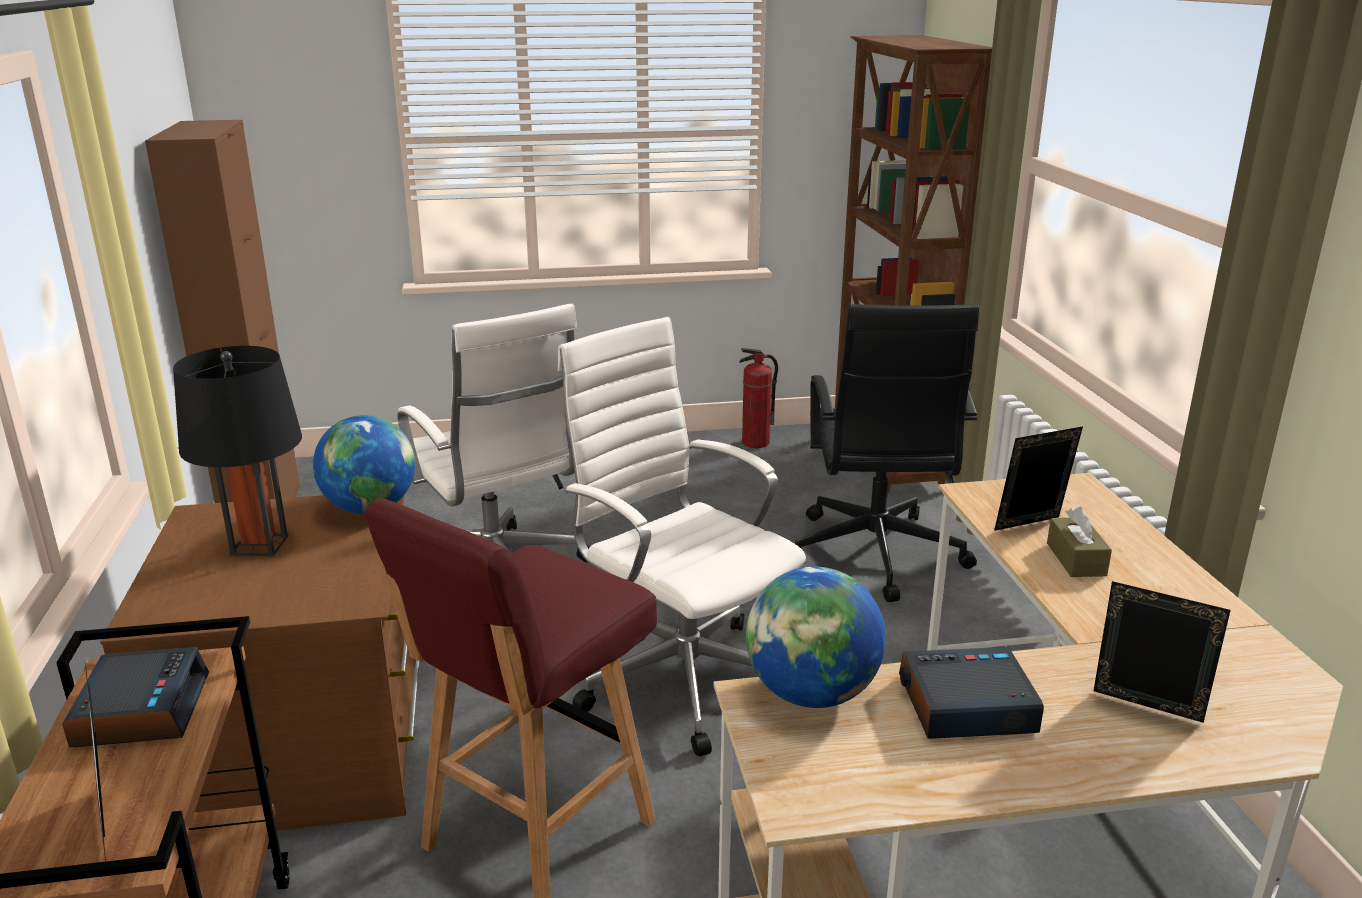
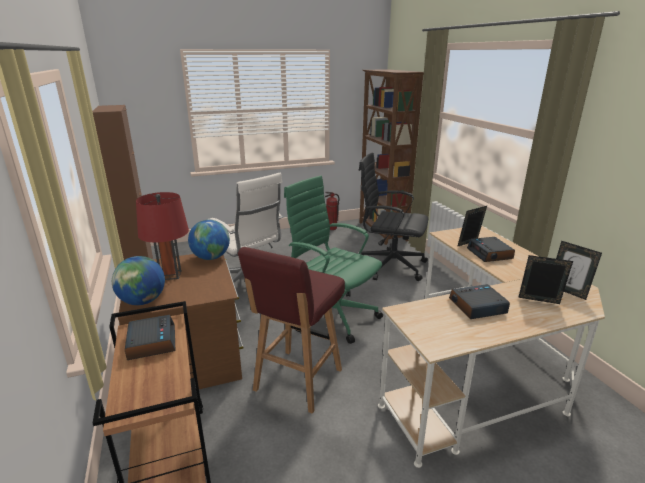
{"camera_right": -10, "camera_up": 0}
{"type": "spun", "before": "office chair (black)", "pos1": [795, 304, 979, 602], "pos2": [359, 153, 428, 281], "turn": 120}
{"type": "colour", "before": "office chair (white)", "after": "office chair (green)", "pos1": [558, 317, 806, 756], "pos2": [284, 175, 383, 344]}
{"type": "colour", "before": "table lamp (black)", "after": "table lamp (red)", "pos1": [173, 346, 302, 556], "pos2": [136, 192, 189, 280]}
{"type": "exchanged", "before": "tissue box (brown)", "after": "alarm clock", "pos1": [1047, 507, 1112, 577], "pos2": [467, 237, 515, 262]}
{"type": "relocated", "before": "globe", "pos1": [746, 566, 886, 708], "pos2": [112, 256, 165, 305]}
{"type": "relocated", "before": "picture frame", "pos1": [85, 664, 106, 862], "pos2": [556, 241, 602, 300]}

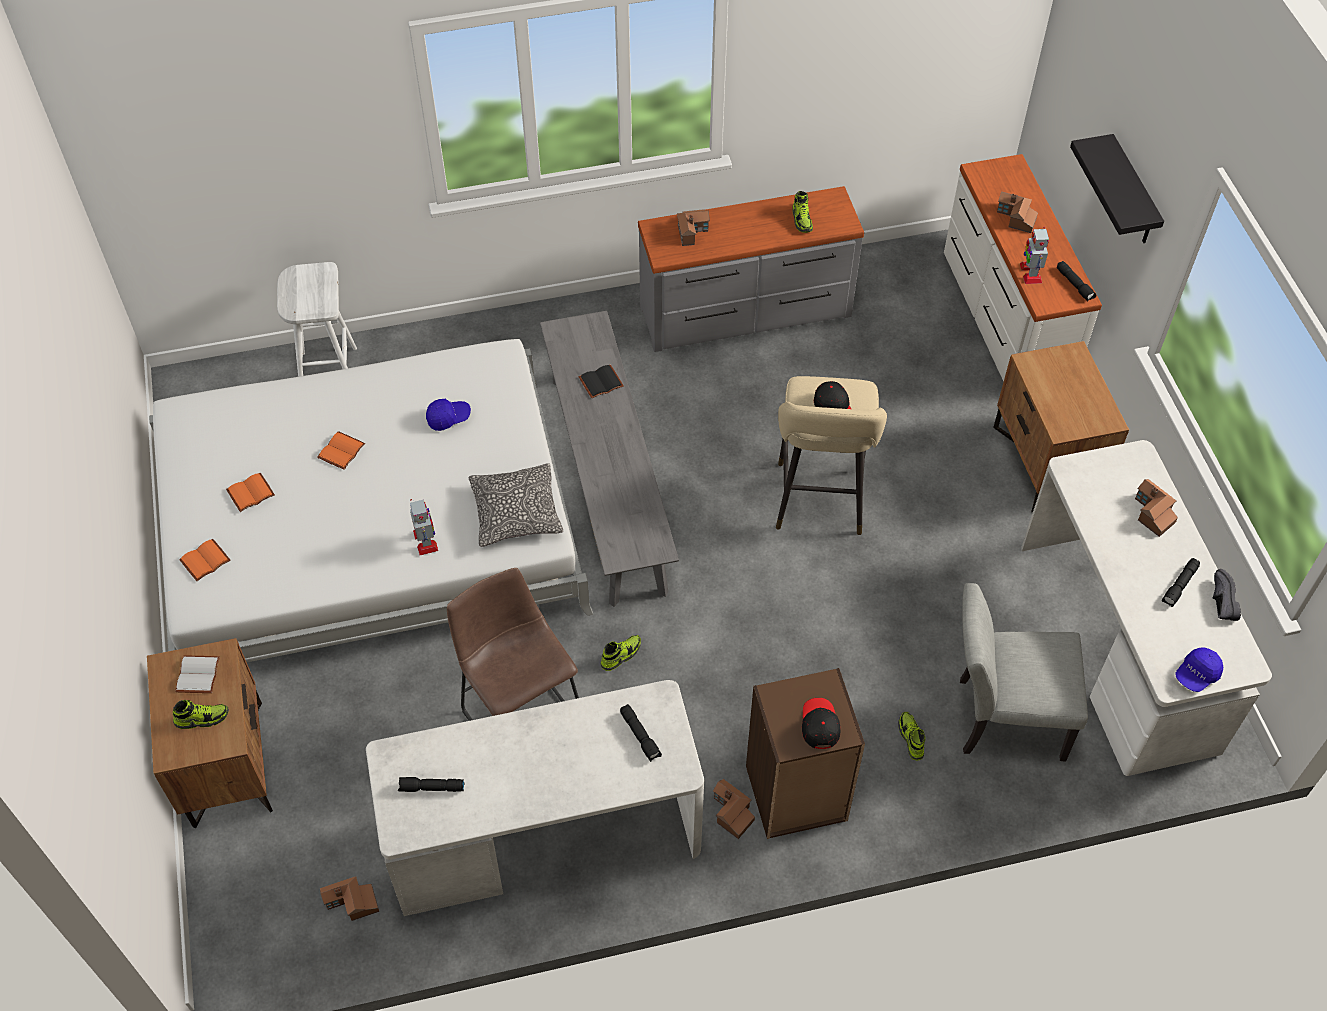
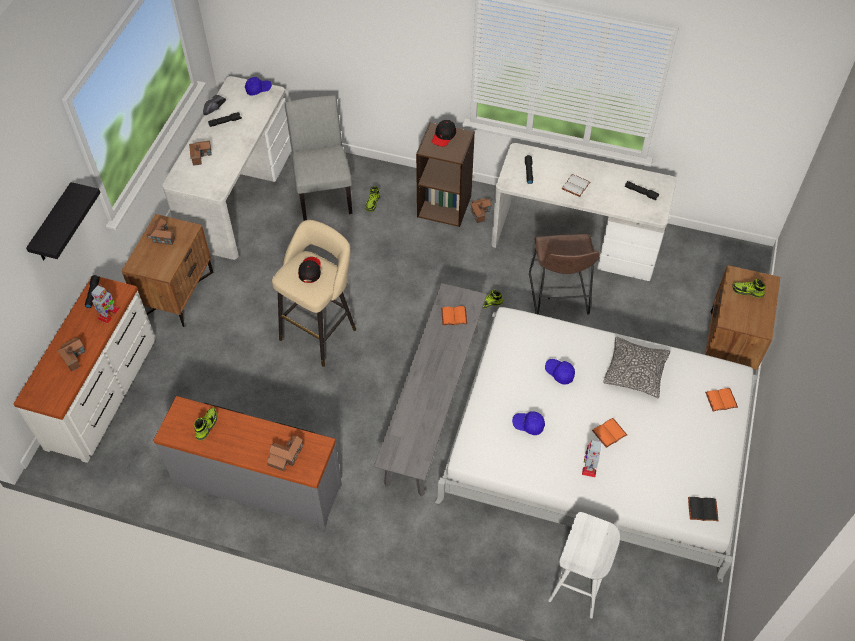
{"camera_right": -150, "camera_up": 0}
{"type": "relocated", "before": "book (black)", "pos1": [579, 365, 624, 399], "pos2": [688, 497, 718, 521]}
{"type": "relocated", "before": "pillow", "pos1": [469, 463, 563, 547], "pos2": [603, 337, 670, 398]}
{"type": "relocated", "before": "book (orange)", "pos1": [226, 473, 275, 512], "pos2": [441, 306, 467, 325]}
{"type": "relocated", "before": "toy robot", "pos1": [410, 499, 438, 555], "pos2": [582, 440, 601, 477]}
{"type": "spun", "before": "chair (grey)", "pos1": [960, 583, 1088, 762], "pos2": [285, 95, 352, 221], "turn": -135}
{"type": "relocated", "before": "book (white)", "pos1": [175, 656, 220, 693], "pos2": [562, 174, 590, 197]}
{"type": "relocated", "before": "toy house", "pos1": [320, 876, 379, 921], "pos2": [146, 218, 175, 245]}
{"type": "appeared", "after": "cap (blue)", "pos2": [545, 359, 575, 385]}

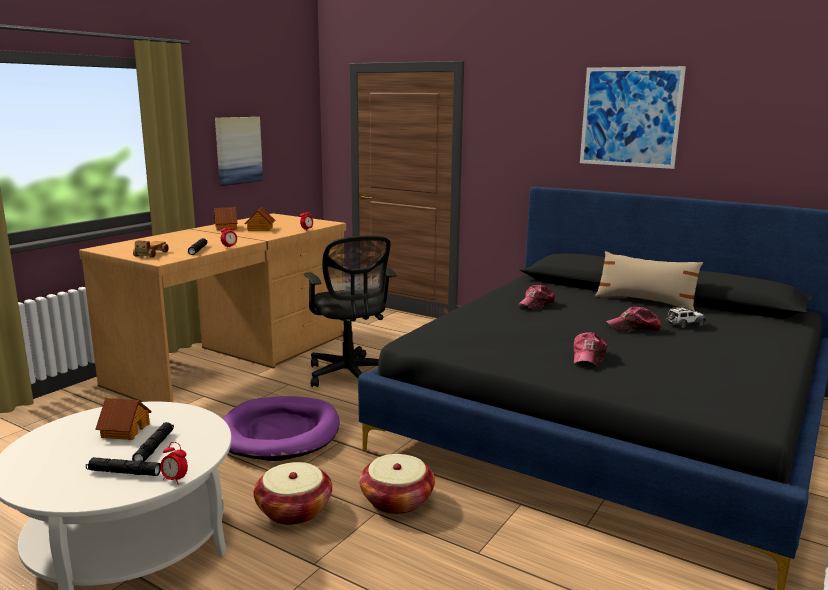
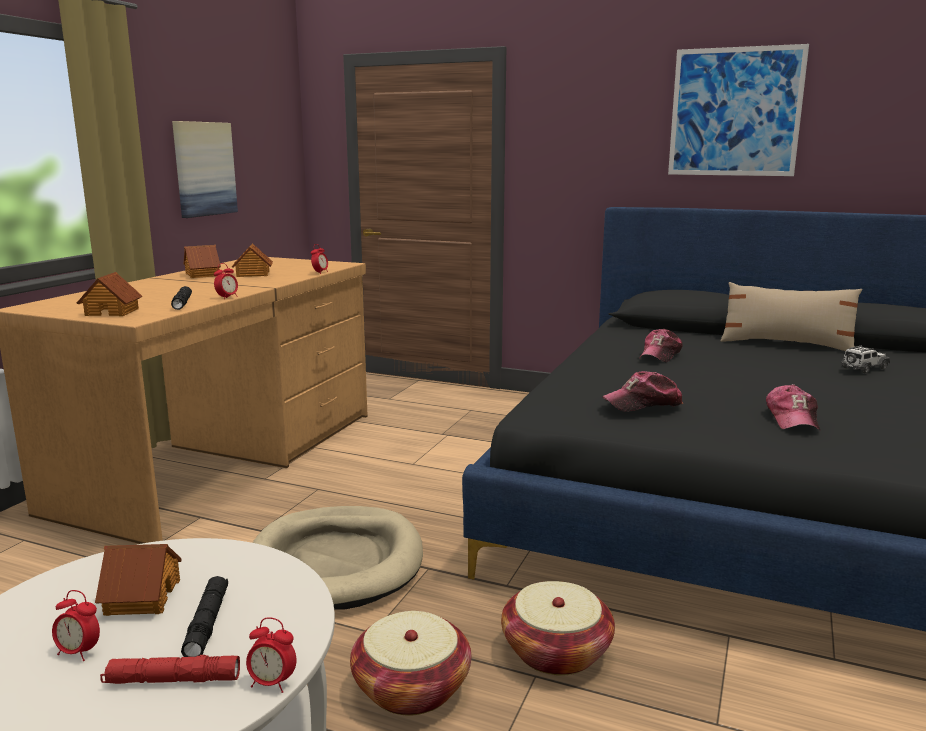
{"camera_right": -10, "camera_up": 0}
{"type": "missing", "before": "office chair (black)", "pos1": [304, 235, 396, 387]}
{"type": "exchanged", "before": "toy car", "after": "toy house", "pos1": [133, 240, 168, 258], "pos2": [77, 272, 142, 316]}
{"type": "relocated", "before": "cap", "pos1": [606, 307, 662, 332], "pos2": [602, 371, 684, 412]}
{"type": "colour", "before": "dog bed (purple)", "after": "dog bed (beige)", "pos1": [223, 396, 340, 461], "pos2": [253, 506, 423, 610]}
{"type": "colour", "before": "flashlight (black)", "after": "flashlight (red)", "pos1": [86, 457, 161, 476], "pos2": [100, 655, 240, 684]}
{"type": "appeared", "after": "alarm clock", "pos2": [52, 590, 100, 661]}

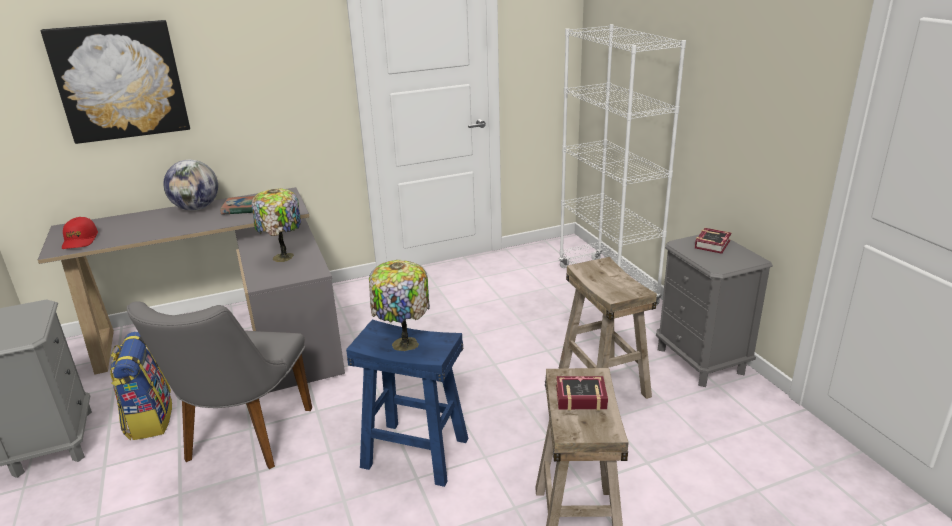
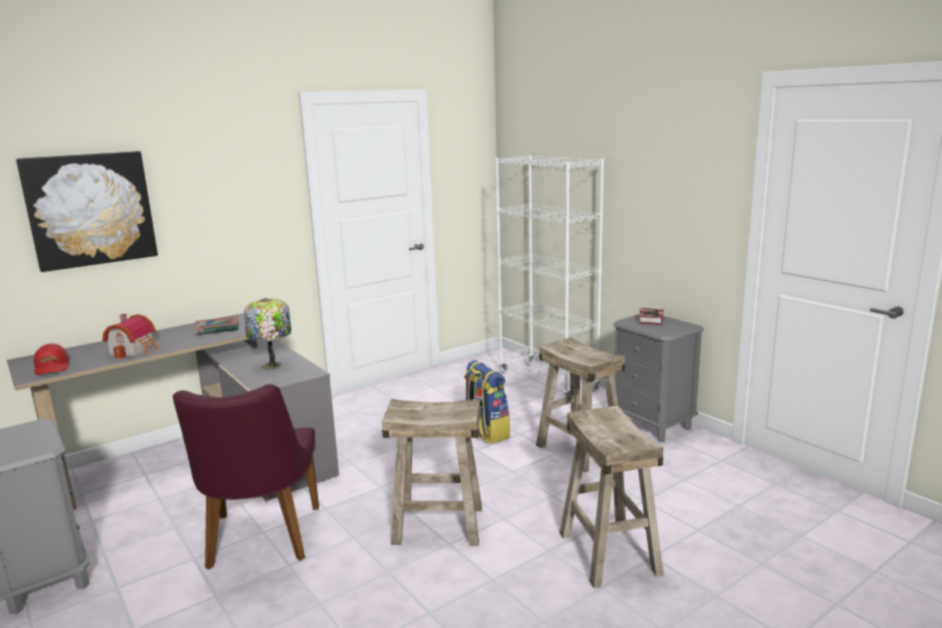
{"camera_right": -15, "camera_up": -10}
{"type": "missing", "before": "globe", "pos1": [163, 160, 218, 211]}
{"type": "missing", "before": "table lamp", "pos1": [369, 260, 430, 351]}
{"type": "colour", "before": "chair (grey)", "after": "chair (purple)", "pos1": [127, 301, 312, 469], "pos2": [173, 384, 319, 570]}
{"type": "colour", "before": "stool (blue)", "after": "stool (beige)", "pos1": [346, 320, 469, 487], "pos2": [382, 399, 482, 546]}
{"type": "relocated", "before": "backpack", "pos1": [110, 332, 172, 441], "pos2": [464, 360, 510, 444]}
{"type": "missing", "before": "book", "pos1": [556, 376, 608, 411]}
{"type": "appeared", "after": "toy house", "pos2": [102, 314, 158, 359]}

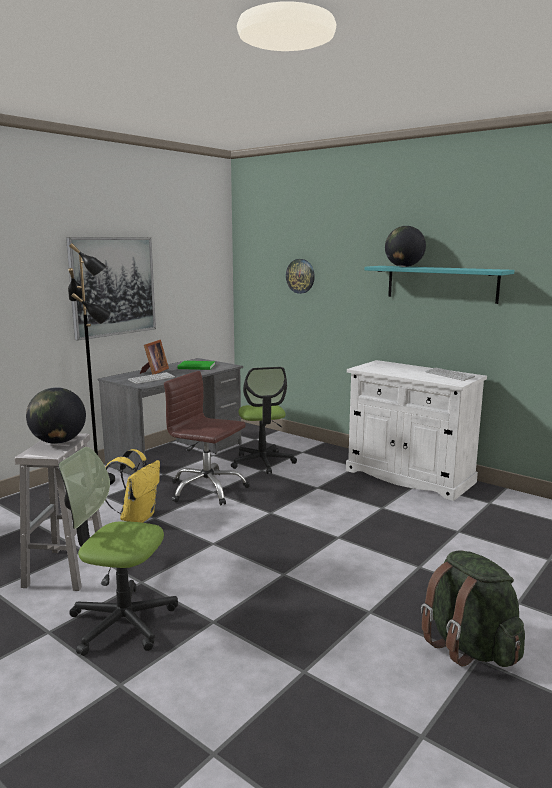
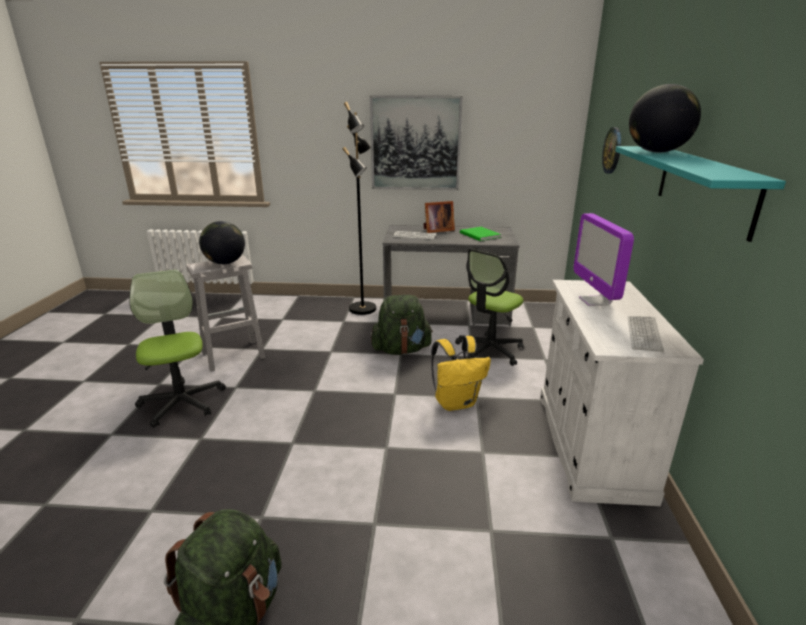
{"camera_right": 55, "camera_up": 10}
{"type": "exchanged", "before": "office chair (brown)", "after": "backpack (green)", "pos1": [164, 371, 250, 505], "pos2": [371, 295, 433, 355]}
{"type": "relocated", "before": "backpack (yellow)", "pos1": [105, 449, 160, 523], "pos2": [431, 336, 491, 411]}
{"type": "appeared", "after": "monitor", "pos2": [574, 213, 634, 306]}

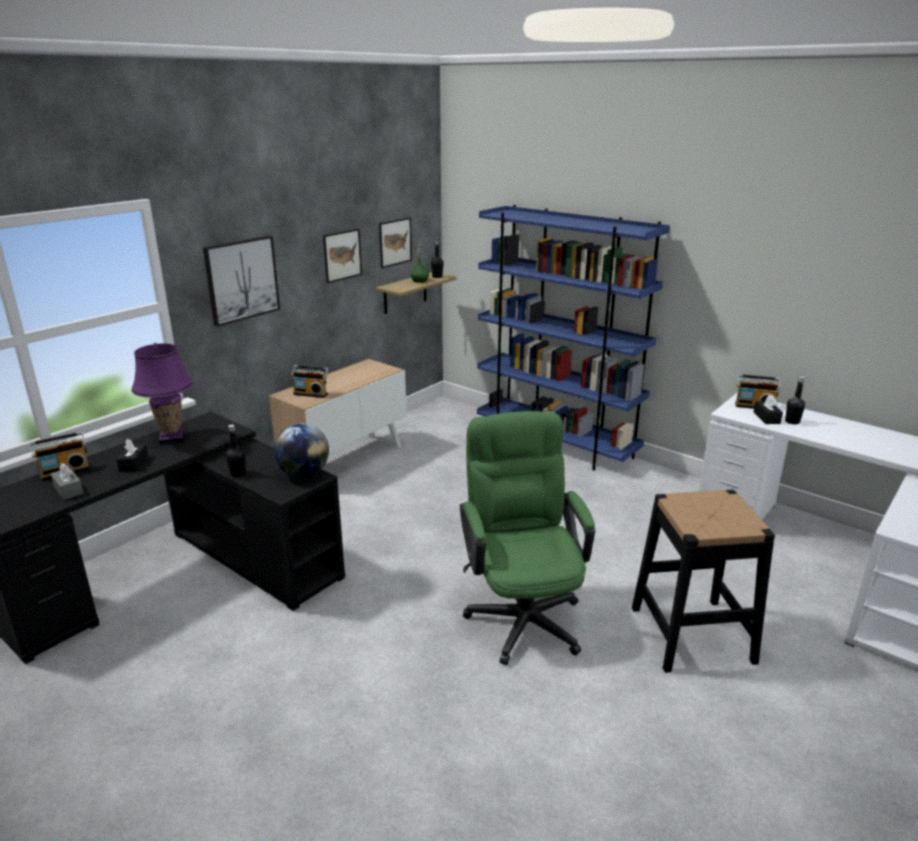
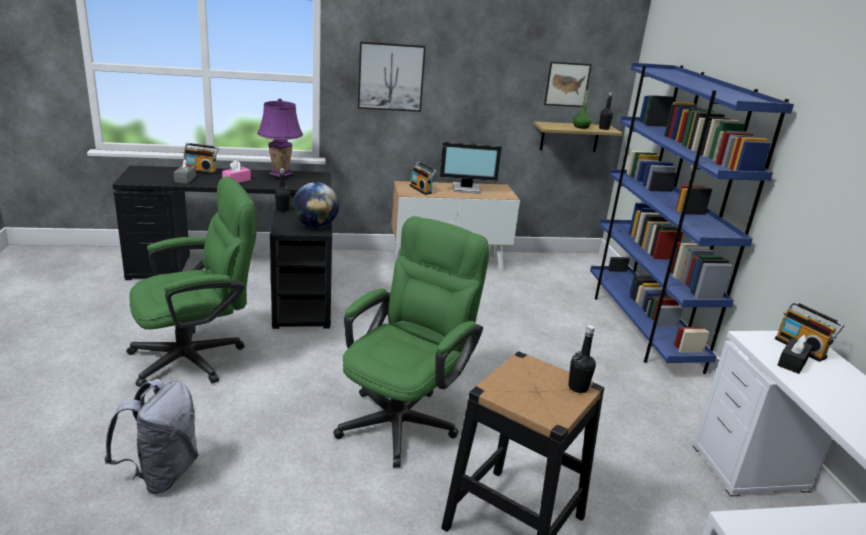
{"camera_right": 40, "camera_up": 0}
{"type": "missing", "before": "picture", "pos1": [323, 229, 362, 283]}
{"type": "relocated", "before": "bottle (black)", "pos1": [785, 377, 805, 424], "pos2": [568, 325, 596, 393]}
{"type": "colour", "before": "tissue box (black)", "after": "tissue box (pink)", "pos1": [116, 439, 148, 472], "pos2": [222, 160, 251, 183]}
{"type": "appeared", "after": "monitor", "pos2": [440, 142, 502, 194]}
{"type": "appeared", "after": "office chair (green)", "pos2": [126, 176, 257, 387]}
{"type": "appeared", "after": "backpack (grey)", "pos2": [104, 379, 199, 494]}

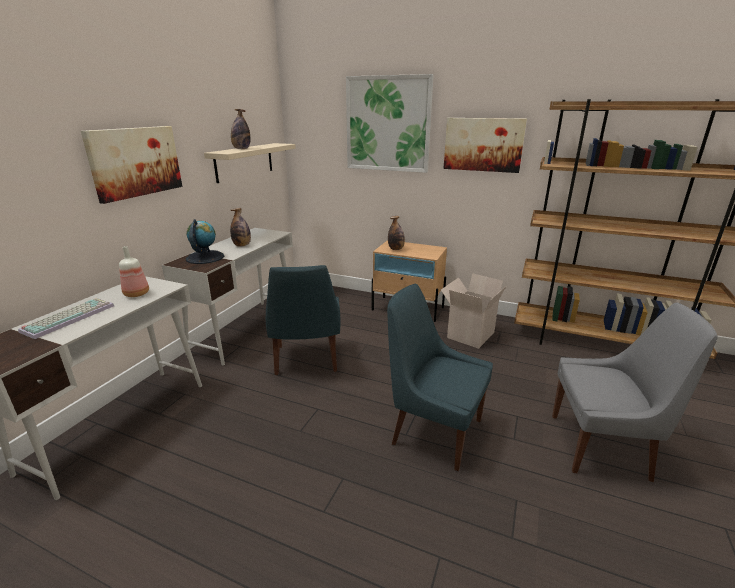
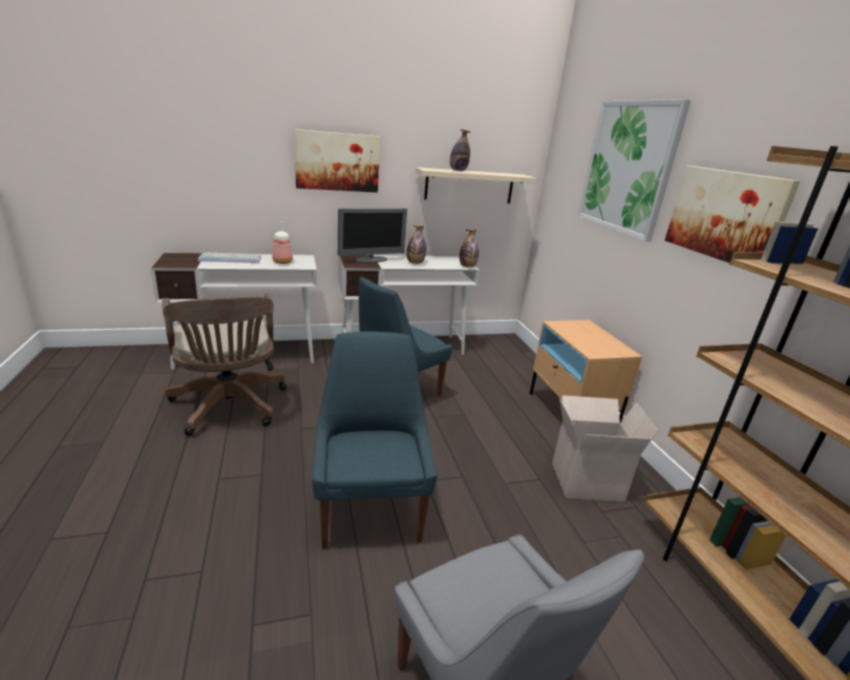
{"camera_right": 50, "camera_up": 0}
{"type": "relocated", "before": "bottle", "pos1": [388, 216, 405, 250], "pos2": [459, 229, 479, 267]}
{"type": "exchanged", "before": "globe", "after": "monitor", "pos1": [186, 219, 224, 264], "pos2": [338, 208, 407, 263]}
{"type": "appeared", "after": "office chair (brown)", "pos2": [162, 292, 287, 436]}

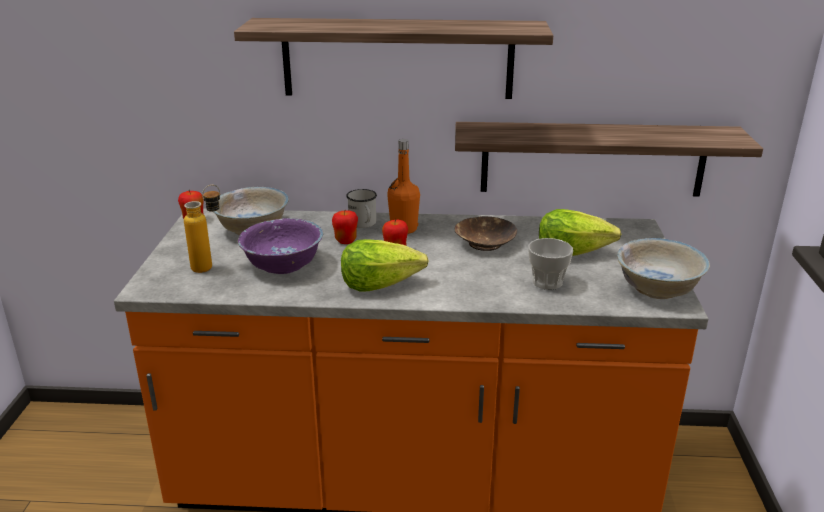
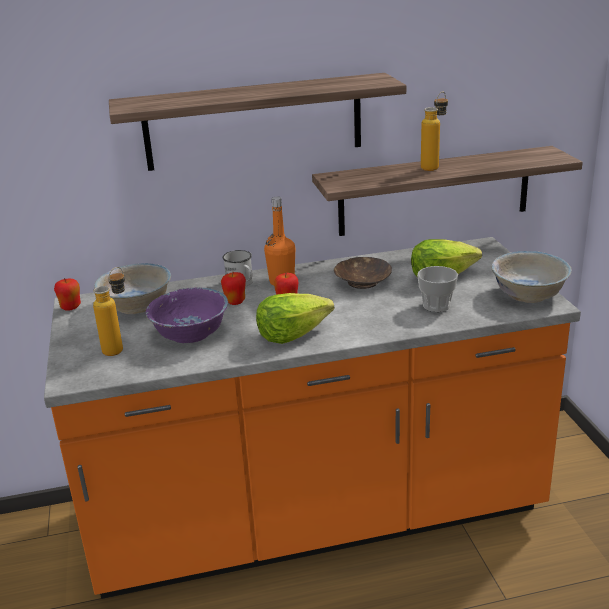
{"camera_right": -15, "camera_up": 0}
{"type": "appeared", "after": "bottle", "pos2": [421, 92, 448, 171]}

